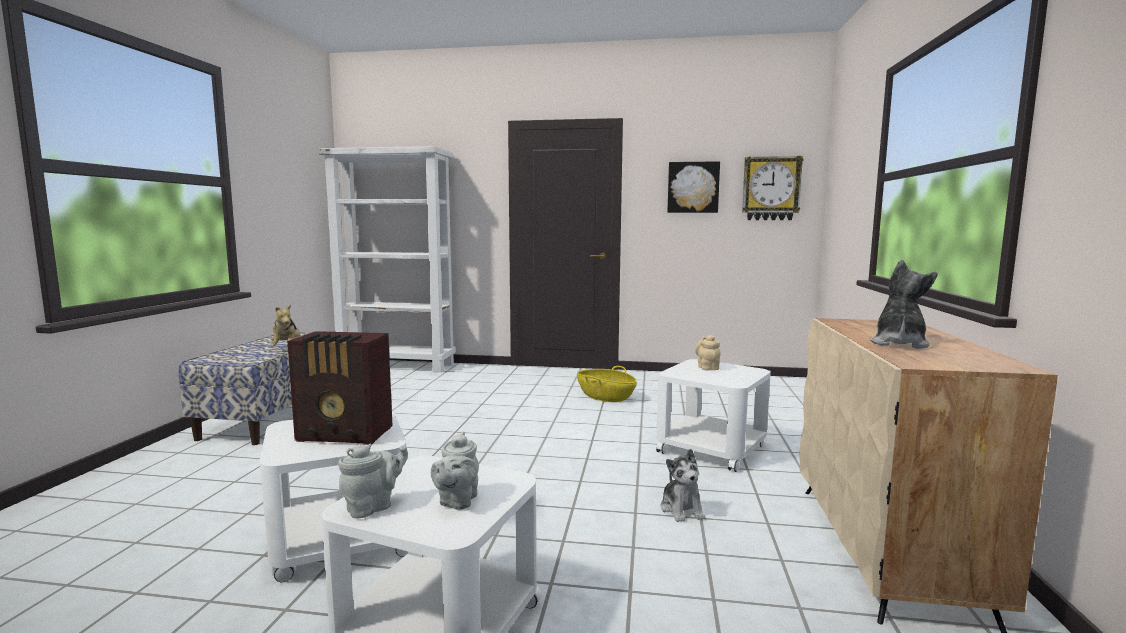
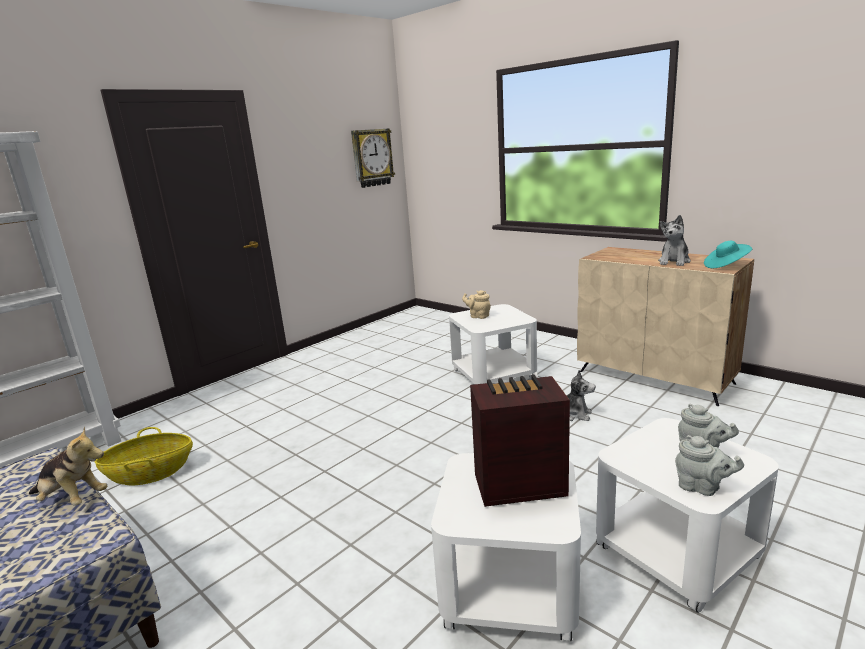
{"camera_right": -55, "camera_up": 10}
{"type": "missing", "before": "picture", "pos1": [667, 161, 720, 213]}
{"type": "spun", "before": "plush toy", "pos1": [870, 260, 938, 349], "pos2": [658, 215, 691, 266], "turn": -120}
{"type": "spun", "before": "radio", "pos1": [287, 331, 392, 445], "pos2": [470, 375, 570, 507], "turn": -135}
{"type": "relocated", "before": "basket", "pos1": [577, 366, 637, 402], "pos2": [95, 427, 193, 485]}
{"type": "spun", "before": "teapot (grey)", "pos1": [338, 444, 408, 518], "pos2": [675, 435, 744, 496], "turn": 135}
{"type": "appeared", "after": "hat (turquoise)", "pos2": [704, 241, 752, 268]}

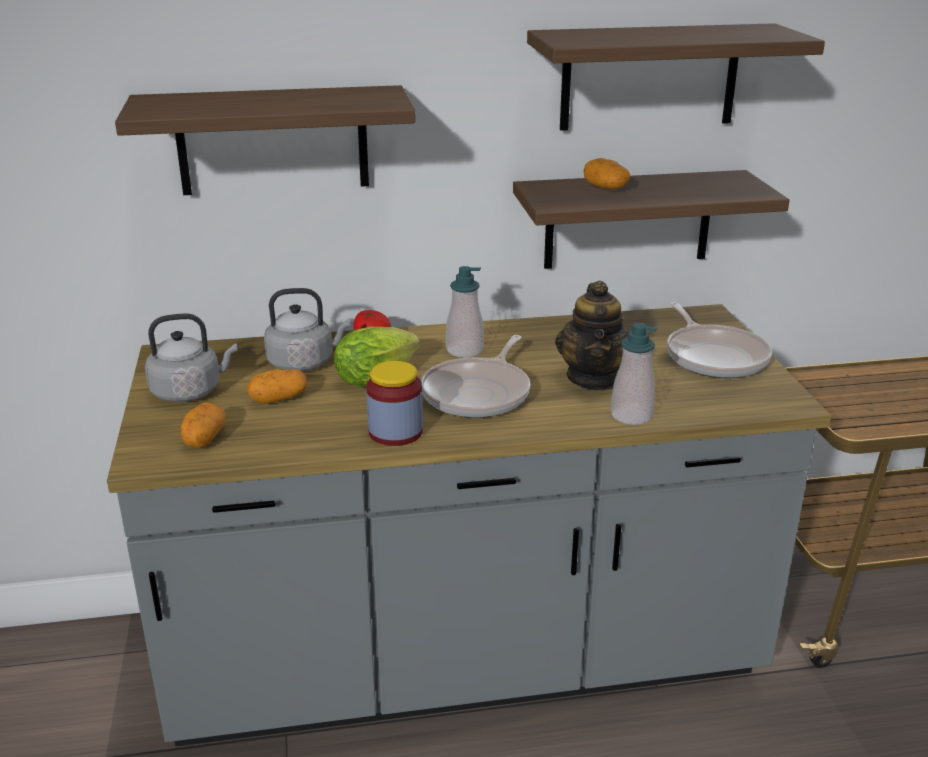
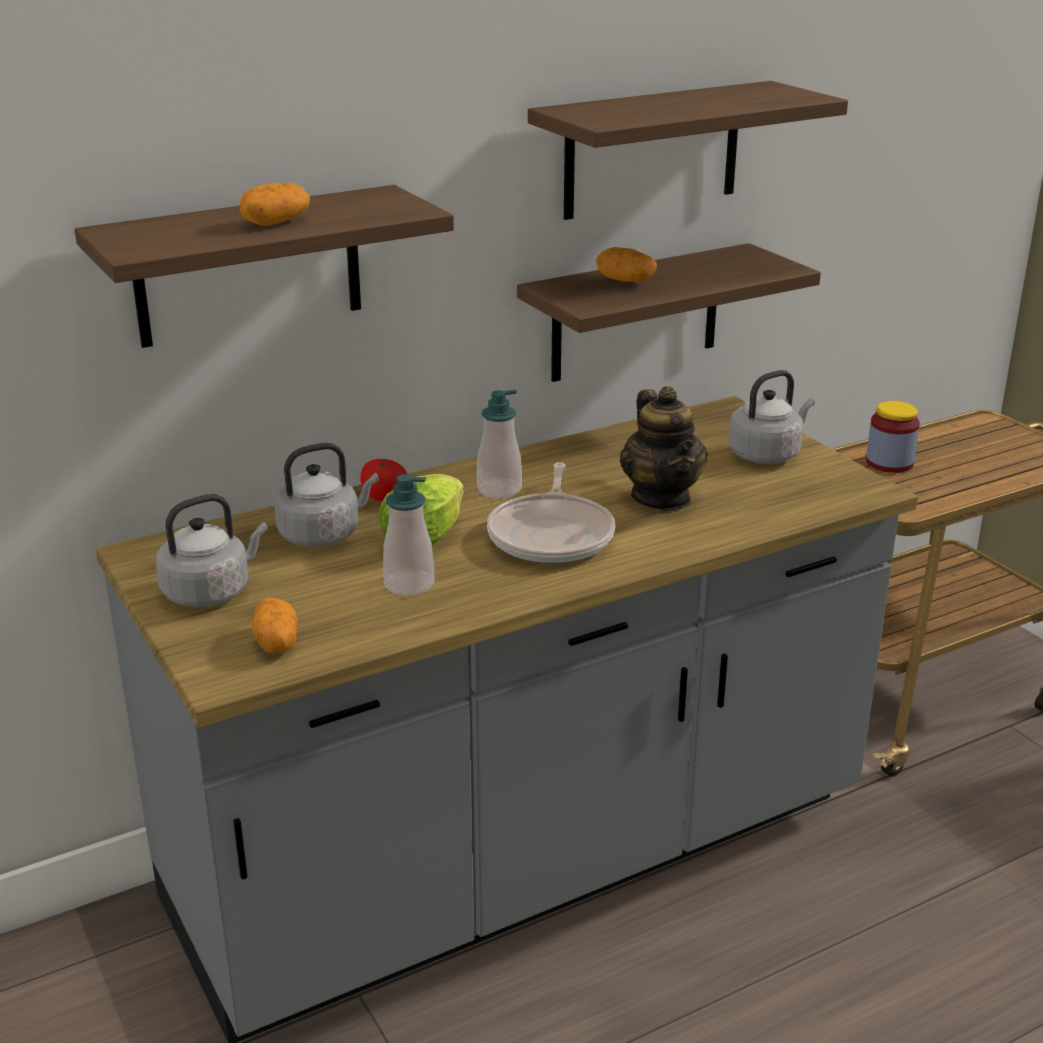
{"camera_right": -20, "camera_up": 0}
{"type": "exchanged", "before": "frying pan", "after": "kettle (grey)", "pos1": [667, 302, 772, 378], "pos2": [728, 370, 815, 464]}
{"type": "relocated", "before": "soap dispenser", "pos1": [611, 323, 658, 425], "pos2": [383, 474, 434, 596]}
{"type": "relocated", "before": "jar", "pos1": [366, 361, 423, 446], "pos2": [866, 401, 920, 473]}
{"type": "relocated", "before": "potato", "pos1": [247, 369, 307, 404], "pos2": [239, 183, 310, 226]}

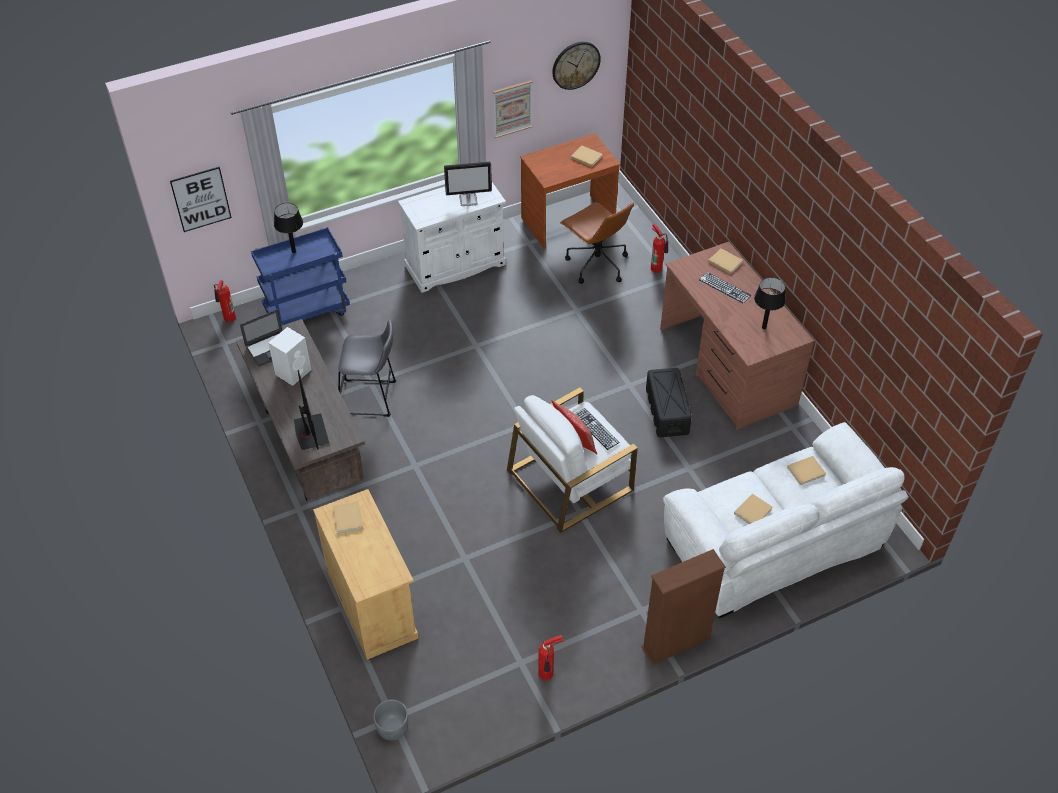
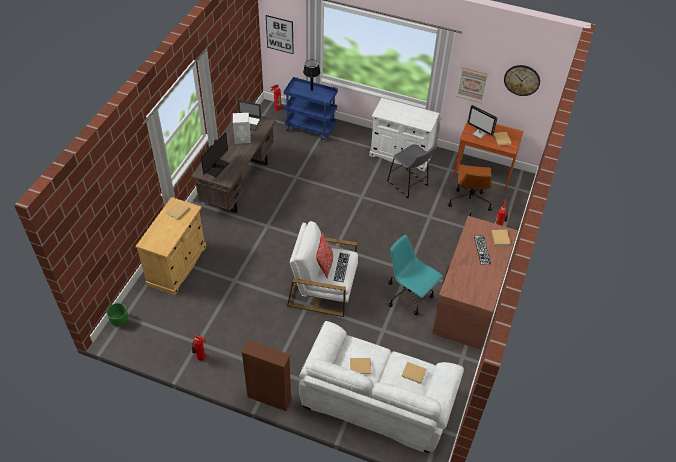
{"camera_right": 45, "camera_up": 0}
{"type": "relocated", "before": "monitor", "pos1": [444, 162, 492, 206], "pos2": [467, 105, 497, 139]}
{"type": "missing", "before": "table lamp (black)", "pos1": [754, 277, 786, 329]}
{"type": "relocated", "before": "stool (grey)", "pos1": [338, 320, 396, 417], "pos2": [387, 144, 435, 198]}
{"type": "exchanged", "before": "storage box (black)", "after": "office chair (turquoise)", "pos1": [646, 368, 692, 437], "pos2": [388, 234, 443, 315]}
{"type": "colour", "before": "planter (grey)", "after": "planter (green)", "pos1": [373, 699, 408, 741], "pos2": [107, 303, 128, 327]}

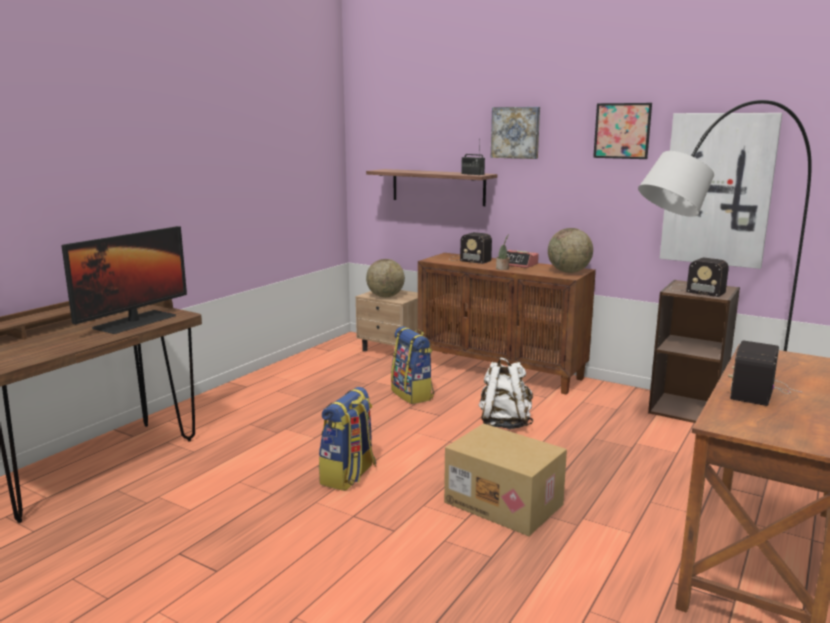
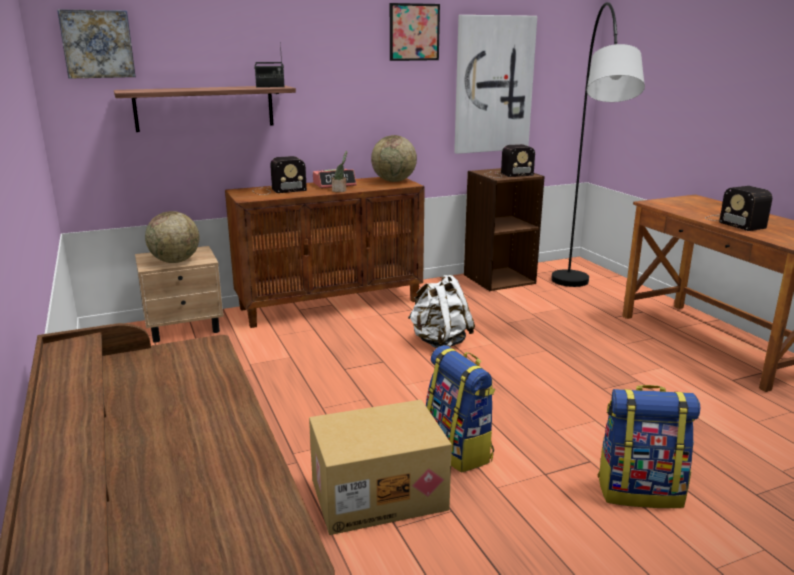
{"camera_right": -55, "camera_up": 5}
{"type": "relocated", "before": "picture", "pos1": [491, 107, 540, 159], "pos2": [57, 9, 136, 79]}
{"type": "missing", "before": "monitor", "pos1": [61, 226, 187, 334]}
{"type": "relocated", "before": "backpack", "pos1": [391, 326, 434, 404], "pos2": [597, 385, 700, 508]}
{"type": "relocated", "before": "cardboard box", "pos1": [444, 423, 567, 536], "pos2": [309, 400, 452, 535]}

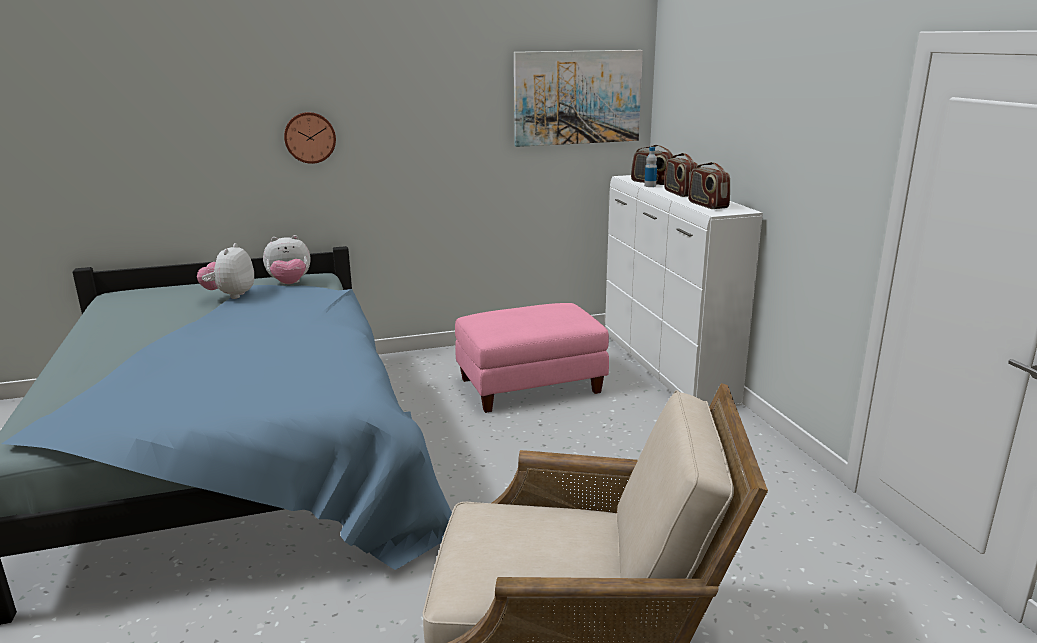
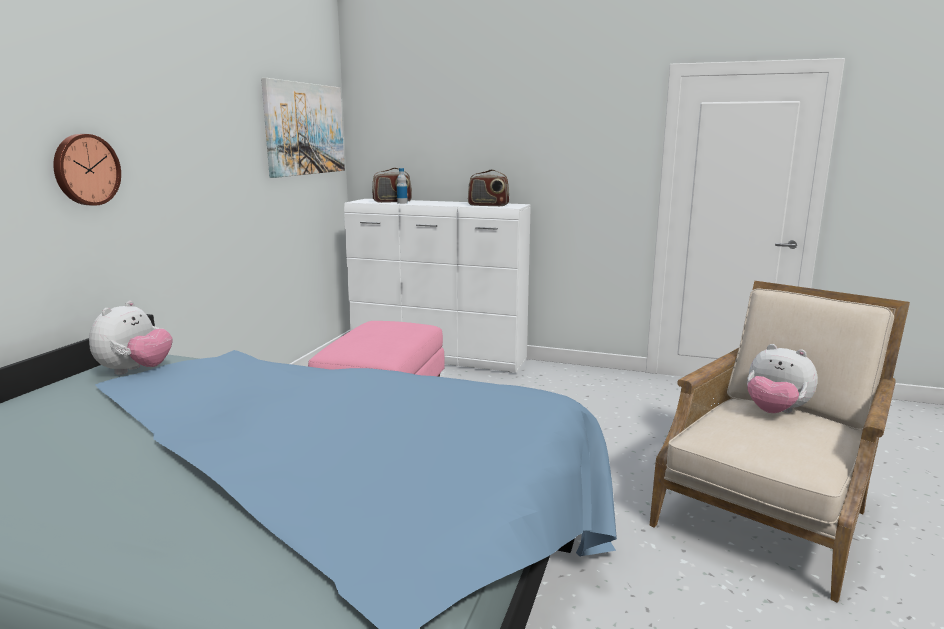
{"camera_right": -55, "camera_up": -5}
{"type": "missing", "before": "radio", "pos1": [664, 153, 698, 197]}
{"type": "relocated", "before": "plush toy", "pos1": [197, 243, 254, 299], "pos2": [747, 344, 818, 413]}

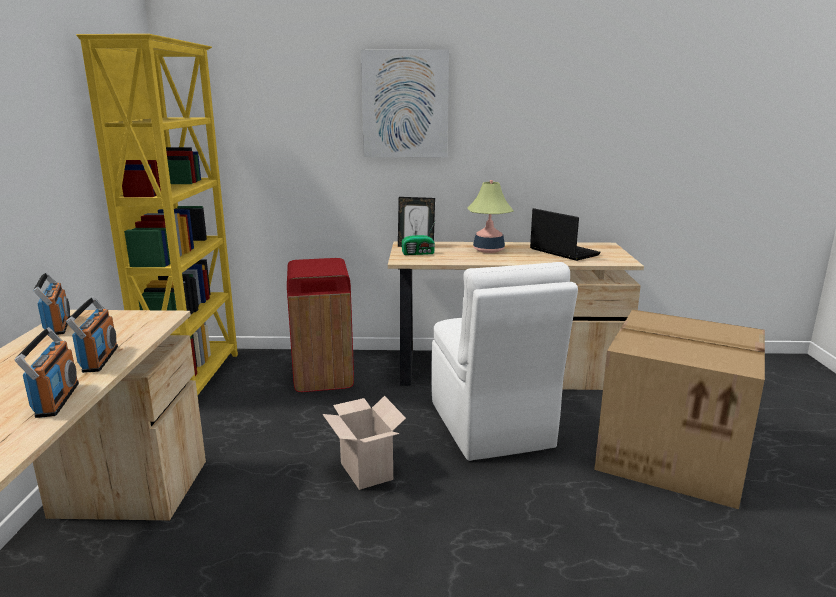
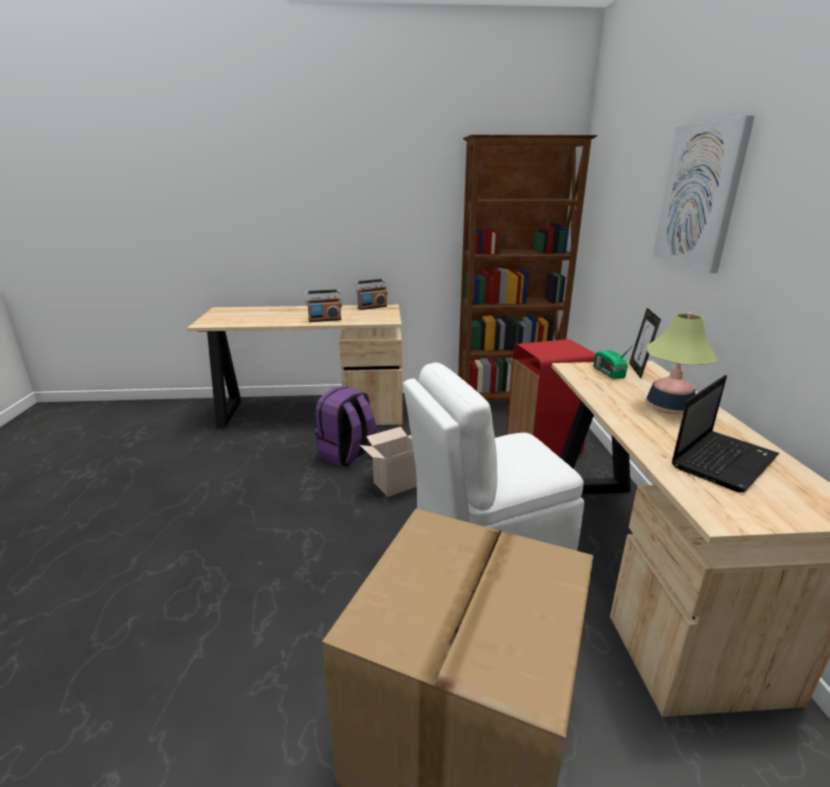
{"camera_right": 85, "camera_up": 5}
{"type": "colour", "before": "bookcase (yellow)", "after": "bookcase (brown)", "pos1": [76, 34, 238, 396], "pos2": [458, 134, 597, 401]}
{"type": "missing", "before": "radio", "pos1": [14, 327, 79, 418]}
{"type": "appeared", "after": "backpack (purple)", "pos2": [315, 386, 377, 467]}

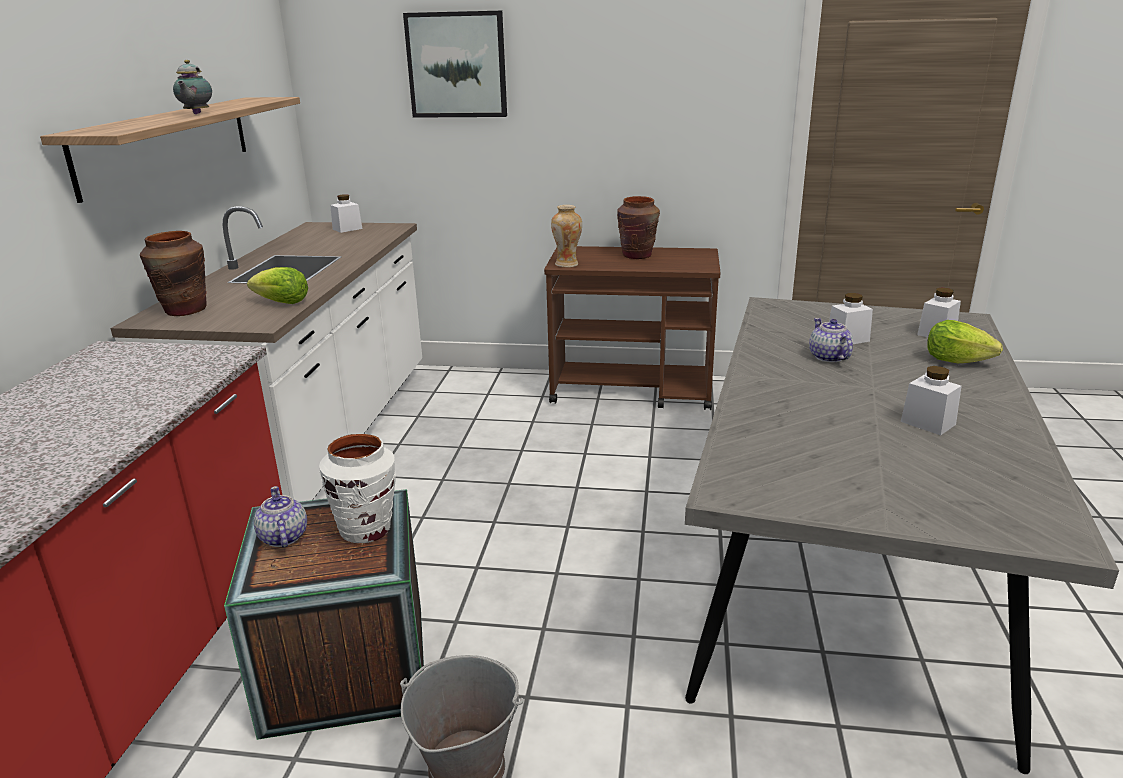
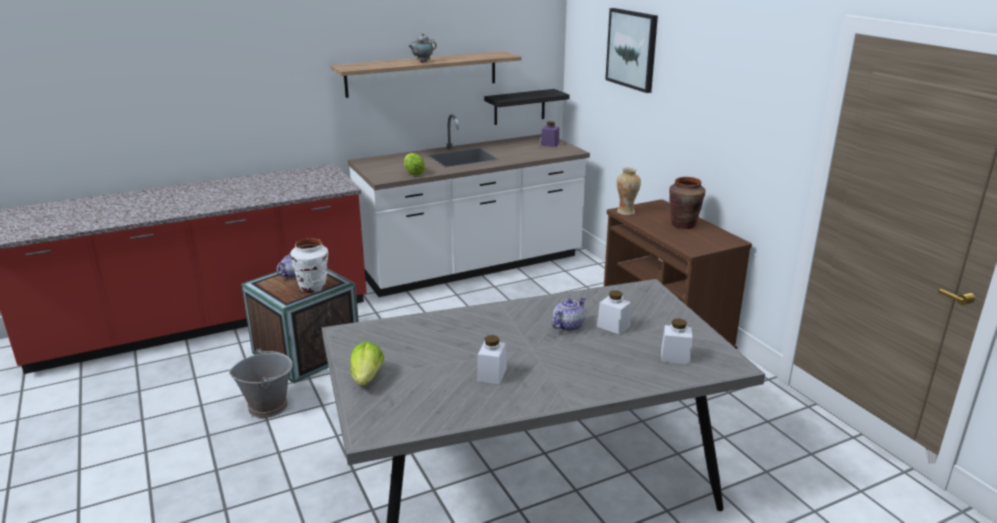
{"camera_right": 55, "camera_up": 0}
{"type": "colour", "before": "jar (white)", "after": "jar (purple)", "pos1": [330, 194, 363, 233], "pos2": [541, 121, 559, 147]}
{"type": "missing", "before": "vase (brown)", "pos1": [140, 231, 207, 316]}
{"type": "relocated", "before": "lettuce", "pos1": [927, 320, 1003, 363], "pos2": [350, 341, 384, 386]}
{"type": "appeared", "after": "shelf (black)", "pos2": [484, 89, 570, 125]}

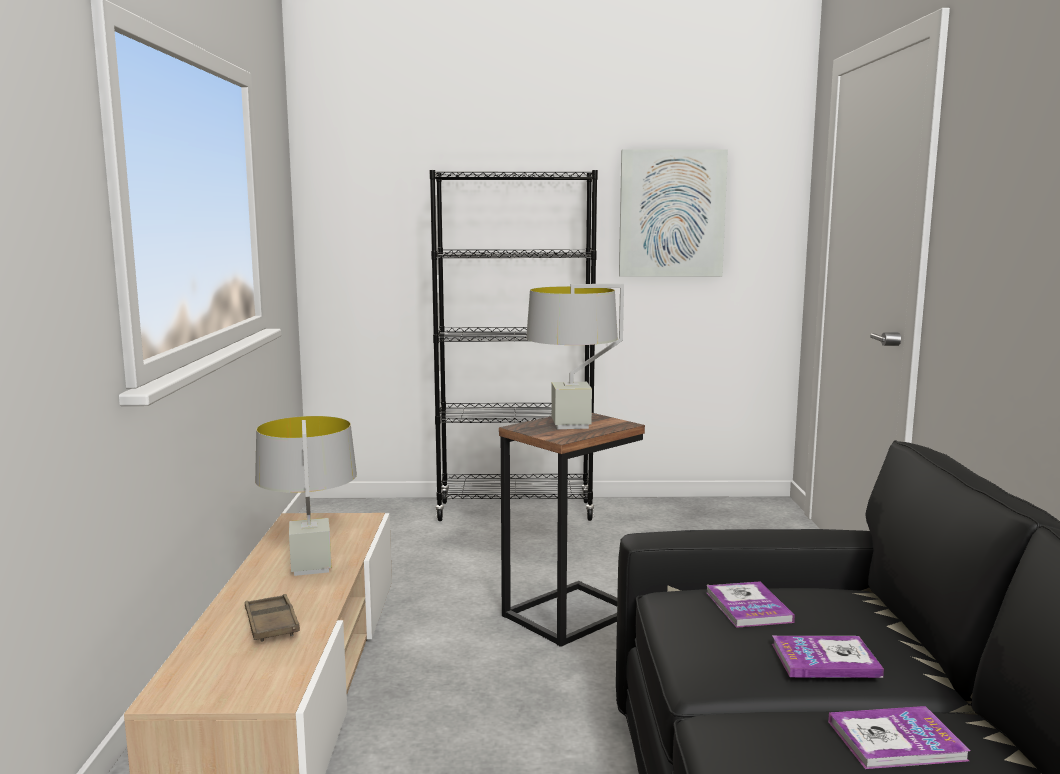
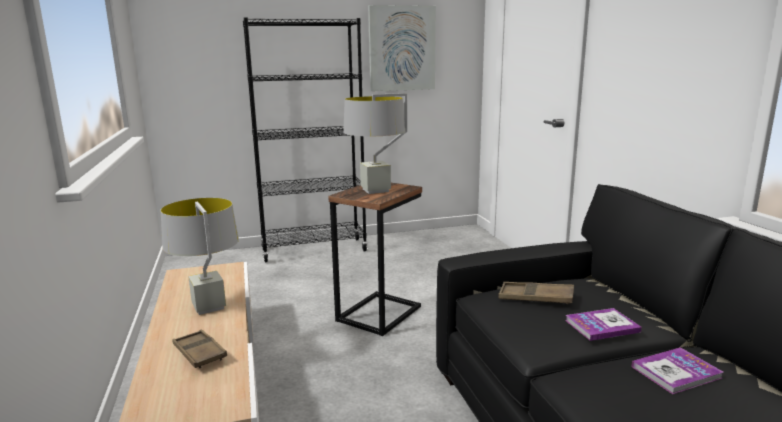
{"camera_right": -15, "camera_up": 5}
{"type": "exchanged", "before": "book", "after": "tray (brown)", "pos1": [707, 581, 795, 628], "pos2": [498, 282, 574, 304]}

